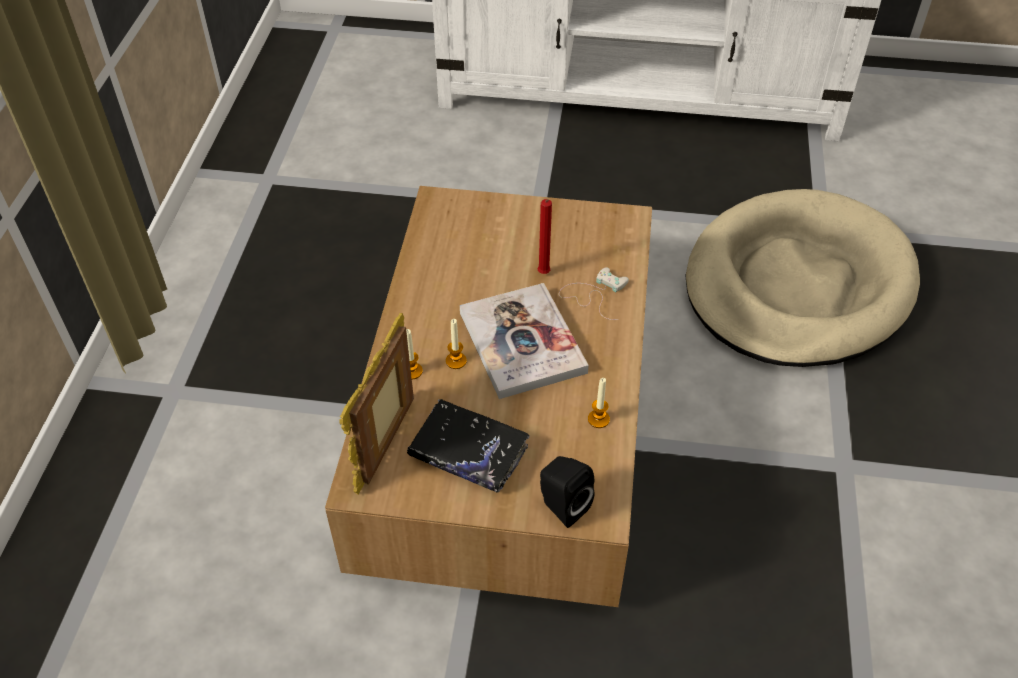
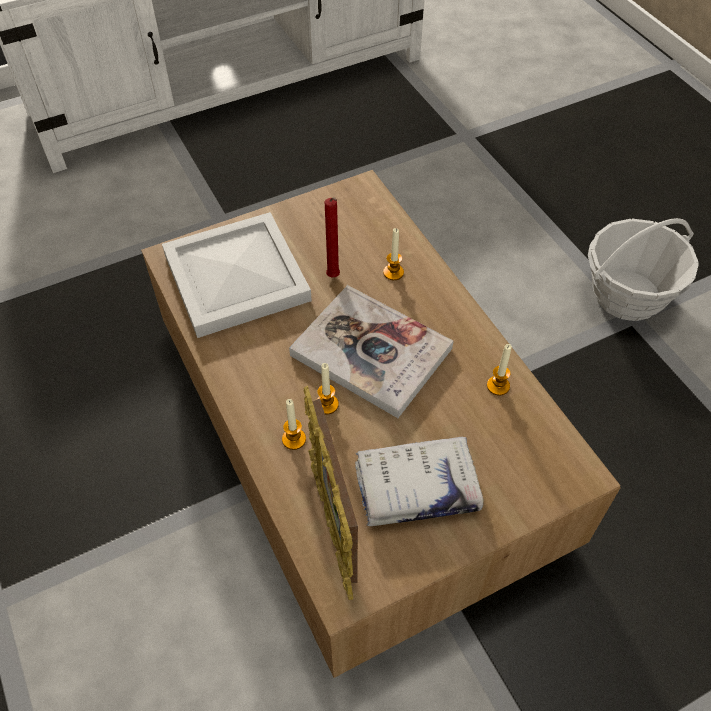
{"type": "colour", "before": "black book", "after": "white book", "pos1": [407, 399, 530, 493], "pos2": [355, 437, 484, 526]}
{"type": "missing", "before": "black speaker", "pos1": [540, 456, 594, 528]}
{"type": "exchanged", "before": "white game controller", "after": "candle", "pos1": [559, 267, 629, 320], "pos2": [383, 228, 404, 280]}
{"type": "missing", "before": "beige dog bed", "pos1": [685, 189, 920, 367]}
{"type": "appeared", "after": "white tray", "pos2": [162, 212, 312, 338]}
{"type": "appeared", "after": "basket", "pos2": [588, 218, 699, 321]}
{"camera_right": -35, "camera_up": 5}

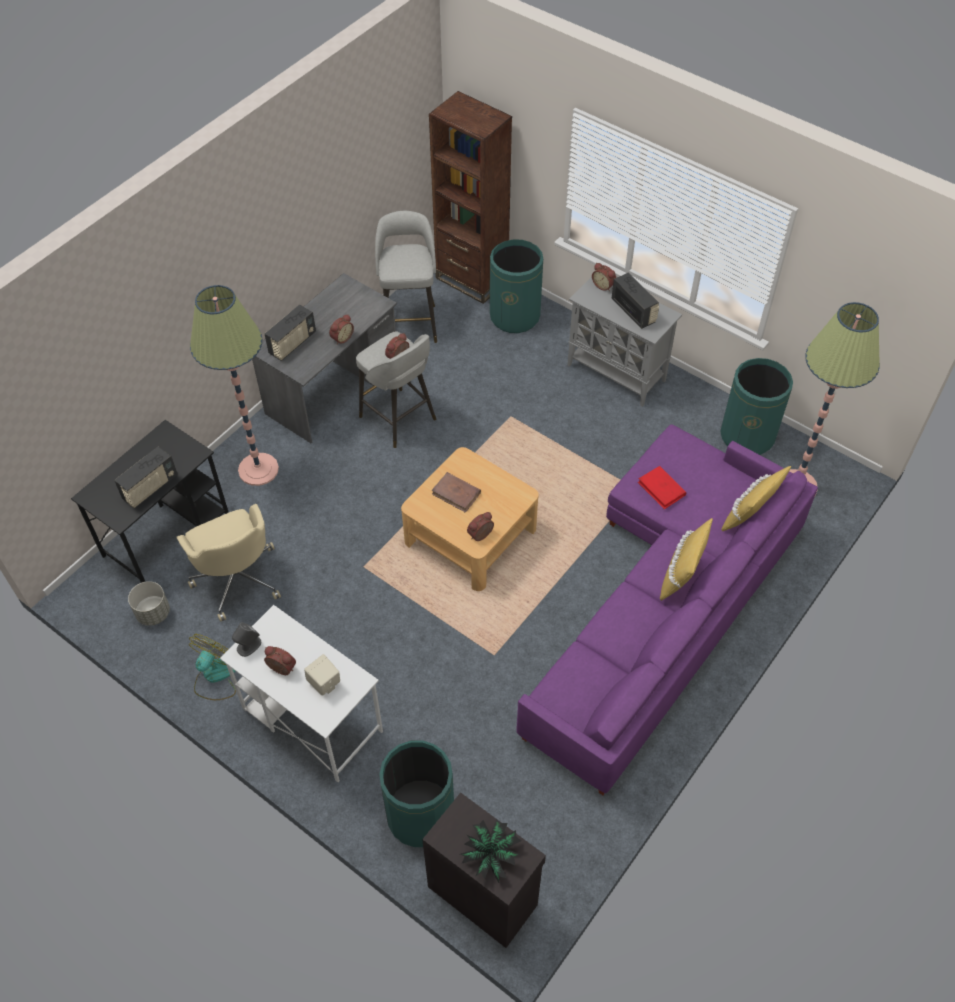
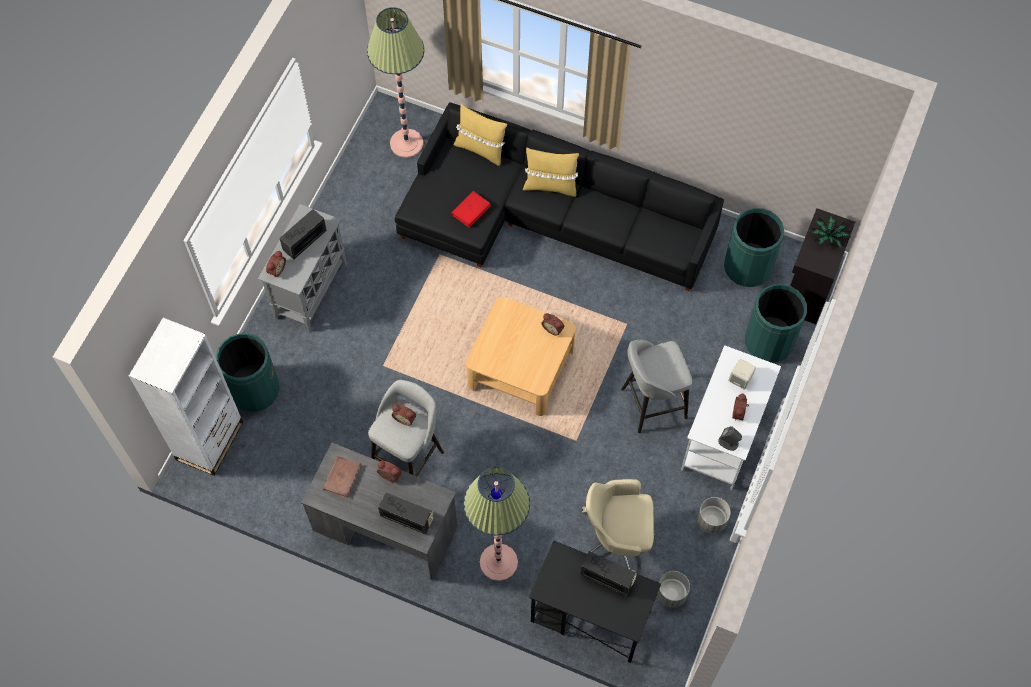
{"type": "spun", "before": "beige office chair", "pos1": [177, 504, 281, 622], "pos2": [582, 479, 655, 572], "turn": -135}
{"type": "exchanged", "before": "fan", "after": "grey planter", "pos1": [189, 634, 236, 700], "pos2": [698, 497, 730, 533]}
{"type": "relocated", "before": "grey stool", "pos1": [375, 211, 437, 343], "pos2": [621, 340, 692, 433]}
{"type": "colour", "before": "brown bookcase", "after": "white bookcase", "pos1": [429, 91, 512, 304], "pos2": [129, 318, 243, 476]}
{"type": "relocated", "before": "brown book", "pos1": [432, 472, 481, 513], "pos2": [323, 456, 362, 498]}
{"type": "colour", "before": "purple sofa", "after": "black sofa", "pos1": [517, 424, 818, 795], "pos2": [395, 102, 724, 291]}
{"type": "relocated", "before": "green trash can", "pos1": [720, 358, 793, 455], "pos2": [724, 208, 784, 287]}
{"camera_right": -105, "camera_up": 10}

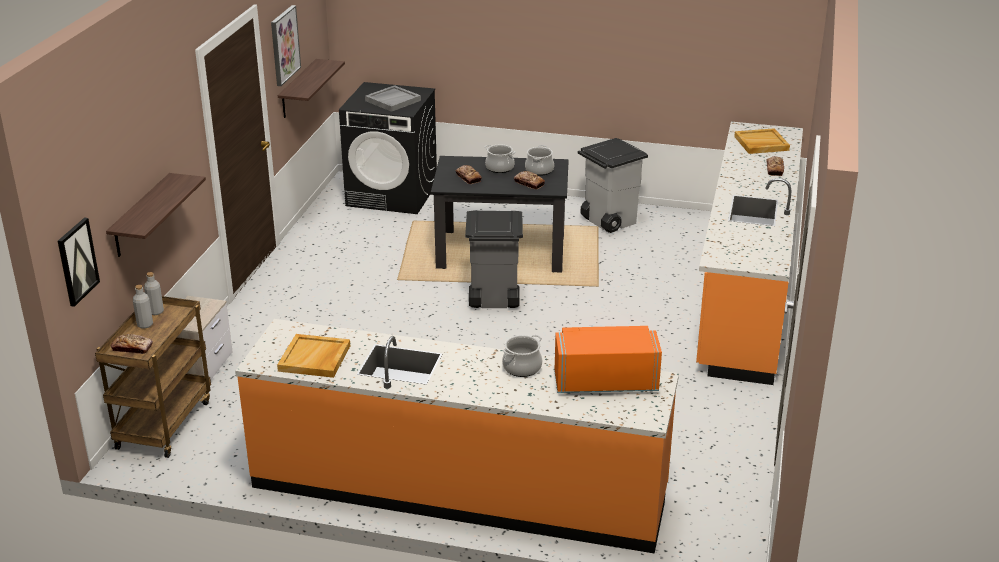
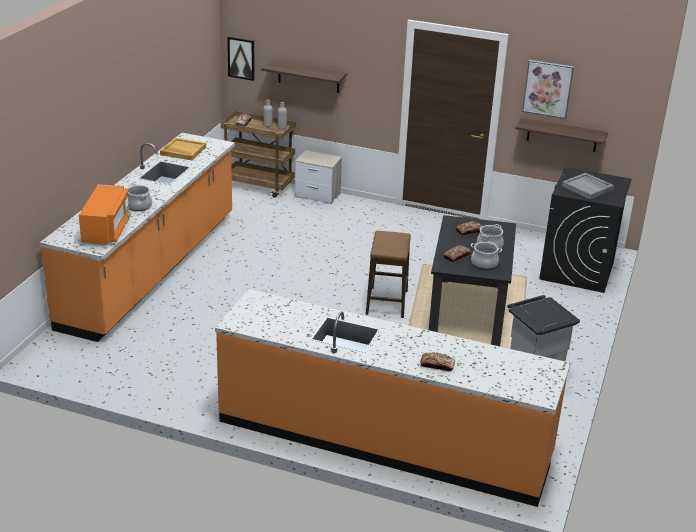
{"type": "exchanged", "before": "grey trash can", "after": "stool", "pos1": [465, 211, 523, 308], "pos2": [366, 231, 411, 318]}
{"type": "missing", "before": "beige tray", "pos1": [734, 128, 790, 154]}
{"camera_right": 95, "camera_up": 0}

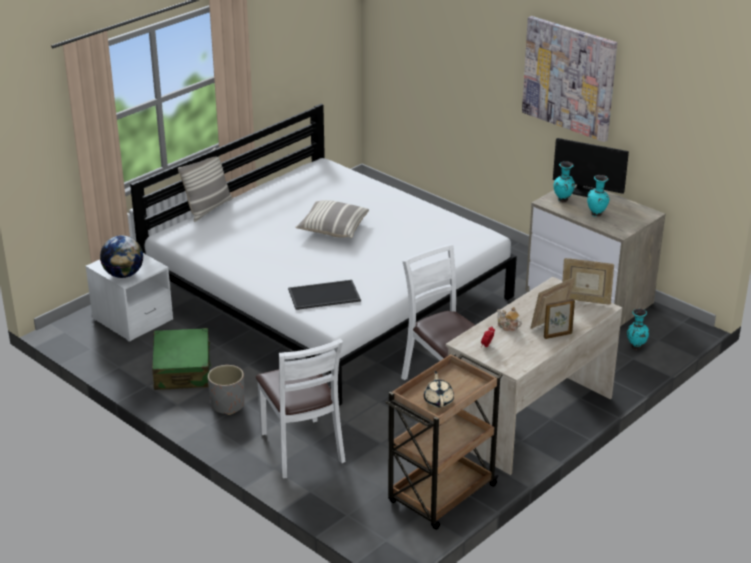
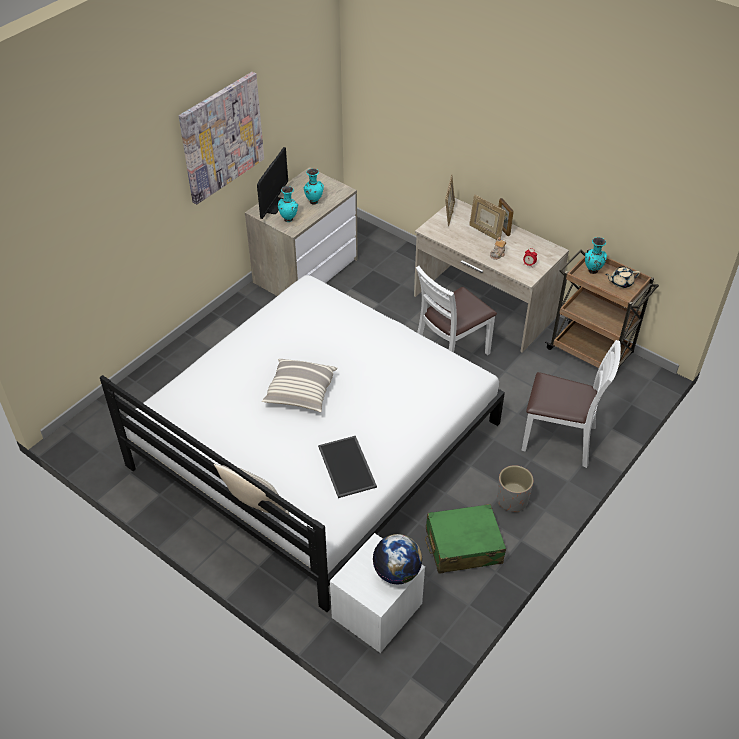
{"type": "spun", "before": "white chair", "pos1": [256, 339, 345, 478], "pos2": [522, 340, 621, 468], "turn": 45}
{"type": "relocated", "before": "tray", "pos1": [288, 280, 361, 310], "pos2": [318, 436, 377, 498]}
{"type": "relocated", "before": "turquoise vase", "pos1": [627, 309, 649, 350], "pos2": [585, 237, 607, 274]}
{"camera_right": -95, "camera_up": 15}

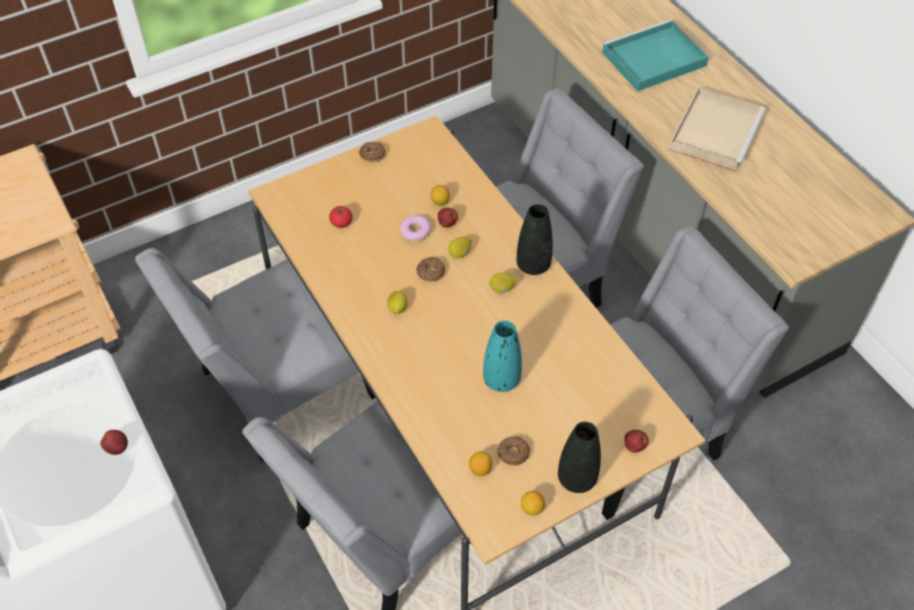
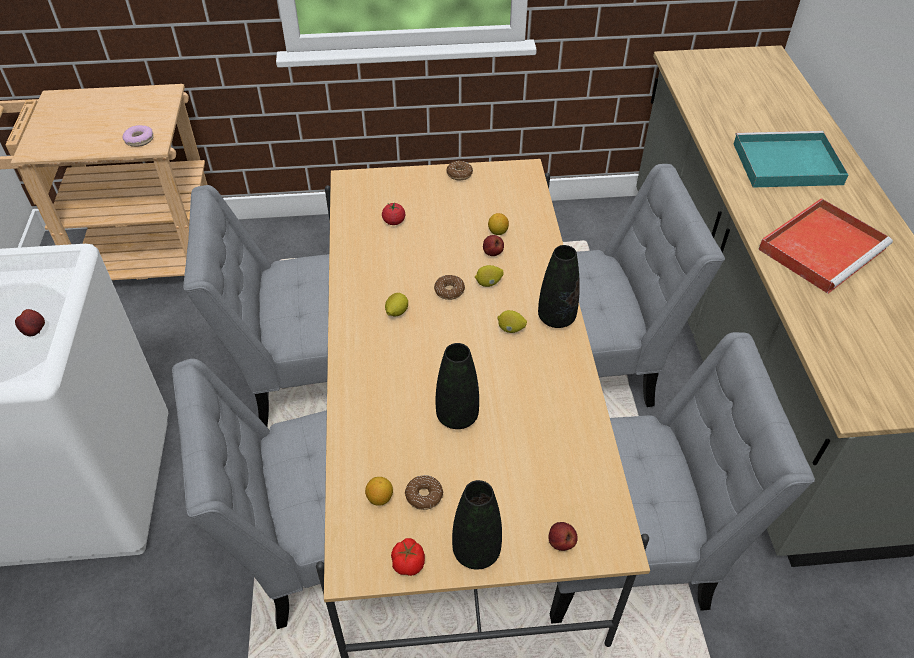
{"type": "relocated", "before": "donut", "pos1": [400, 215, 431, 242], "pos2": [122, 125, 154, 147]}
{"type": "colour", "before": "turquoise vase", "after": "black vase", "pos1": [483, 320, 522, 392], "pos2": [436, 343, 479, 429]}
{"type": "exchanged", "before": "lemon", "after": "tomato", "pos1": [521, 491, 545, 516], "pos2": [391, 538, 425, 576]}
{"type": "colour", "before": "beige tray", "after": "red tray", "pos1": [668, 87, 766, 172], "pos2": [758, 198, 893, 294]}
{"camera_right": 25, "camera_up": -5}

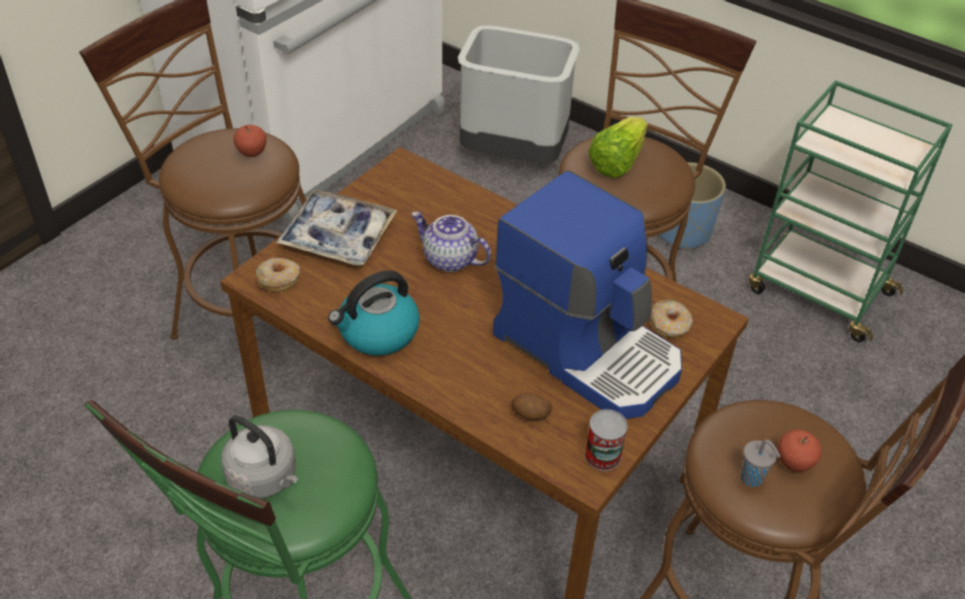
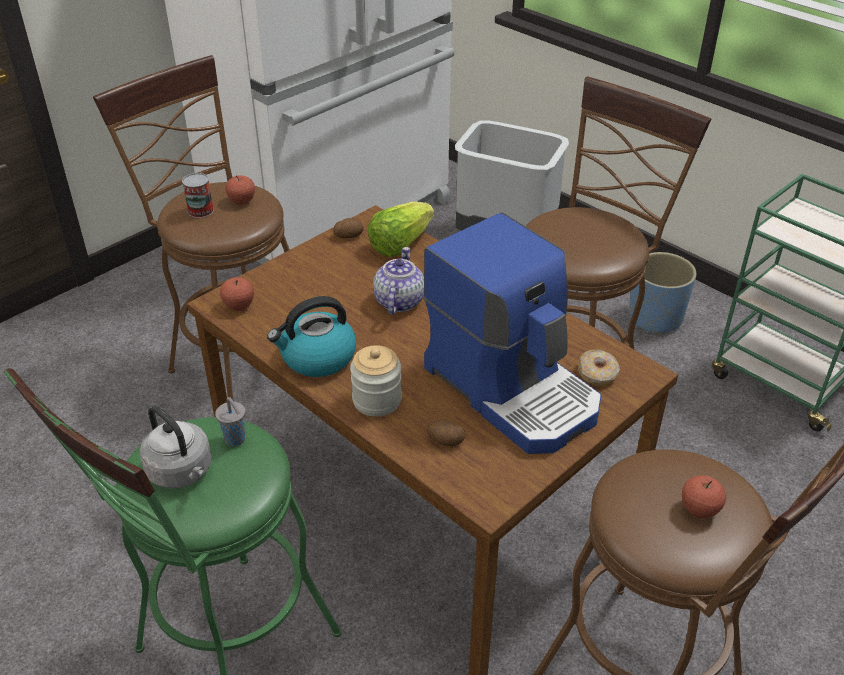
{"type": "exchanged", "before": "donut", "after": "apple", "pos1": [255, 258, 300, 292], "pos2": [220, 277, 254, 311]}
{"type": "missing", "before": "tray", "pos1": [276, 190, 397, 266]}
{"type": "spun", "before": "teapot", "pos1": [411, 211, 491, 272], "pos2": [373, 247, 424, 315], "turn": 60}
{"type": "relocated", "before": "can", "pos1": [585, 409, 628, 471], "pos2": [182, 173, 214, 218]}
{"type": "relocated", "before": "lettuce", "pos1": [588, 117, 648, 178], "pos2": [368, 202, 434, 257]}
{"type": "relocated", "before": "grey cup", "pos1": [741, 440, 781, 487], "pos2": [215, 397, 246, 446]}
{"type": "appeared", "after": "potato", "pos2": [333, 218, 364, 238]}
{"type": "appeared", "after": "jar", "pos2": [350, 345, 402, 417]}
{"camera_right": 10, "camera_up": -5}

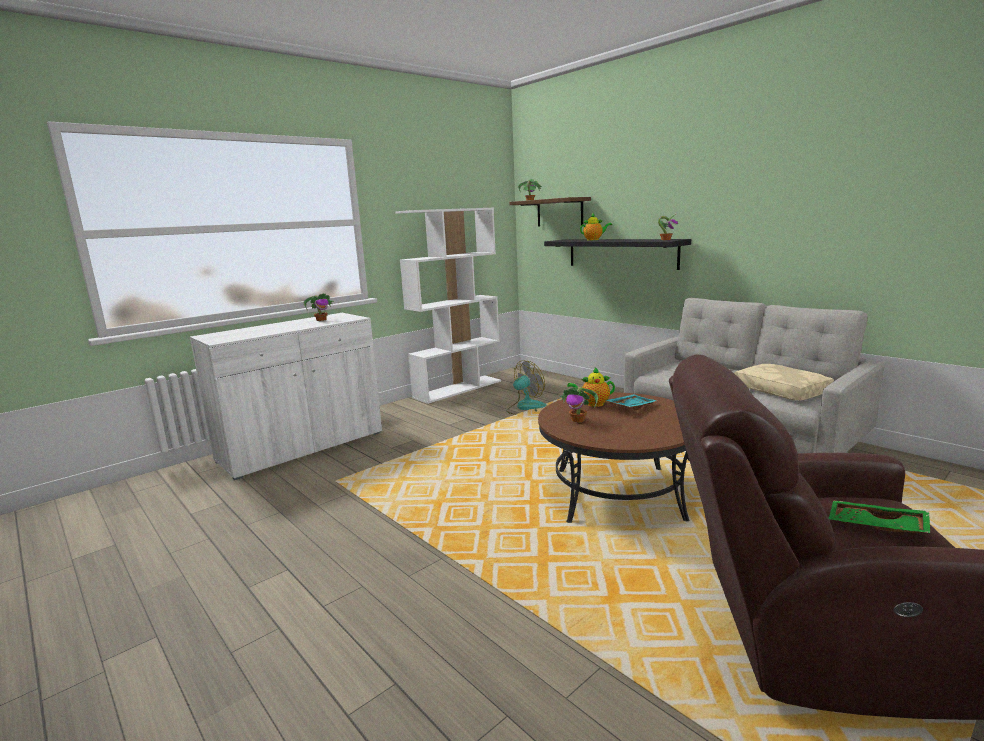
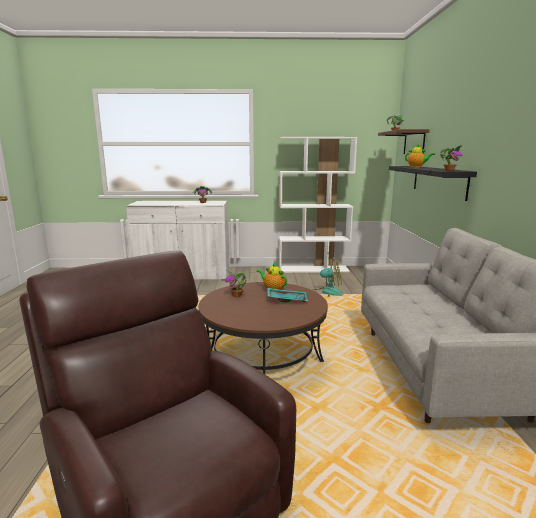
{"type": "missing", "before": "beige pillow", "pos1": [734, 364, 834, 401]}
{"type": "missing", "before": "green tray", "pos1": [829, 501, 930, 534]}
{"camera_right": 40, "camera_up": 0}

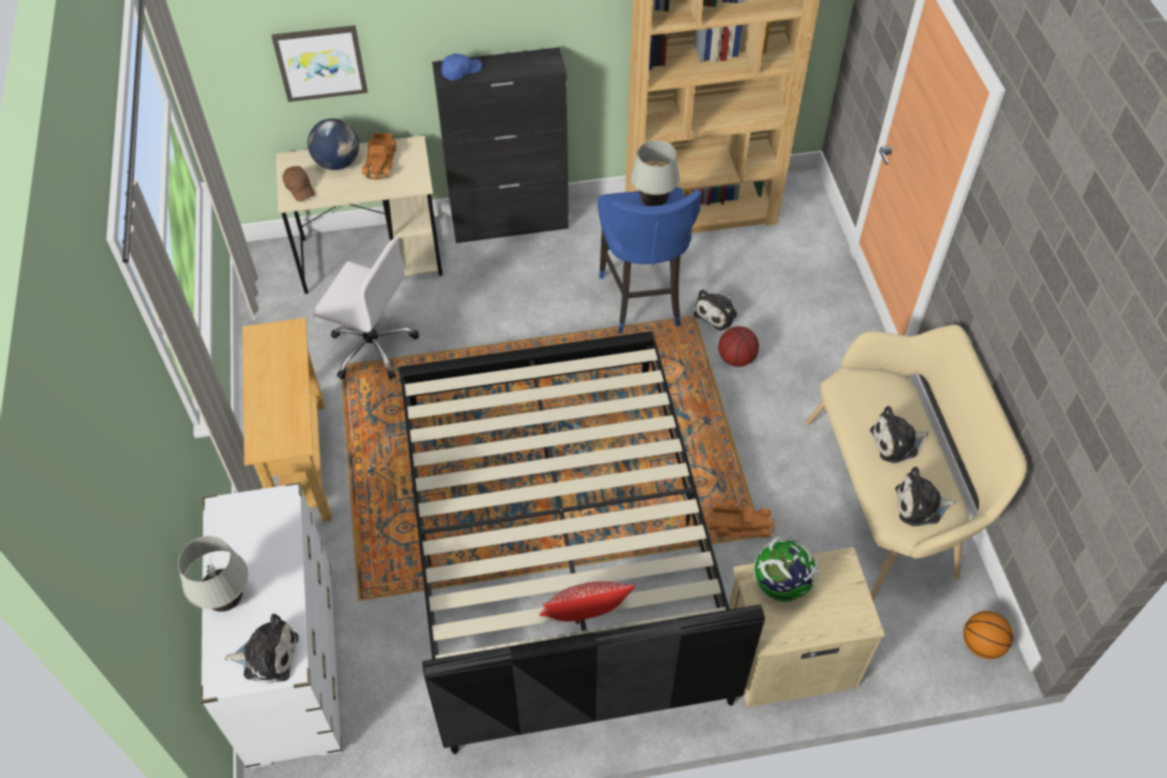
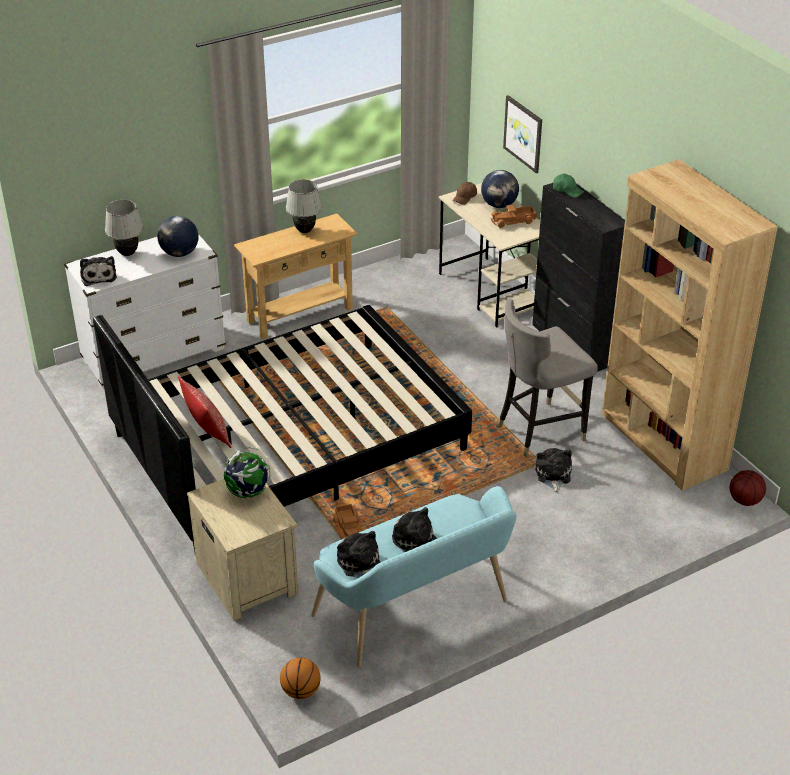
{"type": "missing", "before": "white office chair", "pos1": [313, 237, 419, 380]}
{"type": "colour", "before": "blue cap", "after": "green cap", "pos1": [441, 54, 482, 80], "pos2": [553, 174, 584, 198]}
{"type": "colour", "before": "blue stool", "after": "grey stool", "pos1": [598, 187, 702, 333], "pos2": [498, 299, 598, 457]}
{"type": "relocated", "before": "white table lamp", "pos1": [631, 140, 680, 206], "pos2": [286, 179, 322, 233]}
{"type": "spun", "before": "plush toy", "pos1": [694, 290, 737, 331], "pos2": [535, 448, 572, 493], "turn": 75}
{"type": "relocated", "before": "basketball", "pos1": [718, 326, 759, 367], "pos2": [730, 470, 766, 506]}
{"type": "colour", "before": "beige bench", "after": "turquoise bench", "pos1": [806, 325, 1027, 600], "pos2": [311, 486, 517, 667]}
{"type": "appeared", "after": "globe", "pos2": [157, 216, 199, 257]}
{"camera_right": 70, "camera_up": -15}

